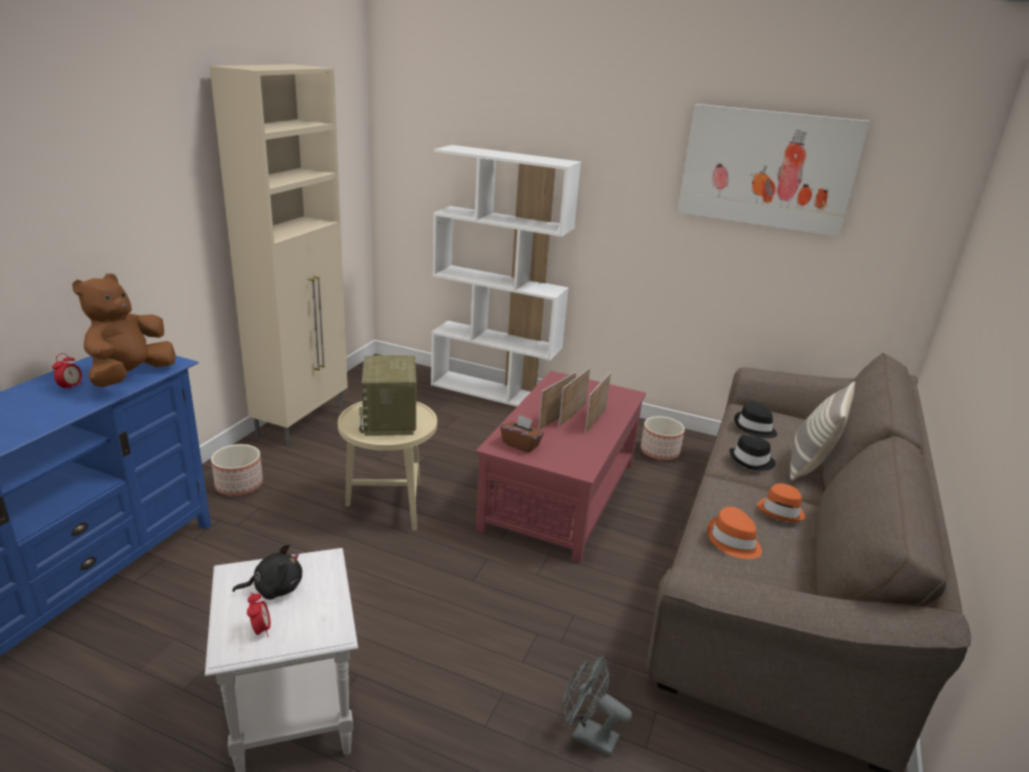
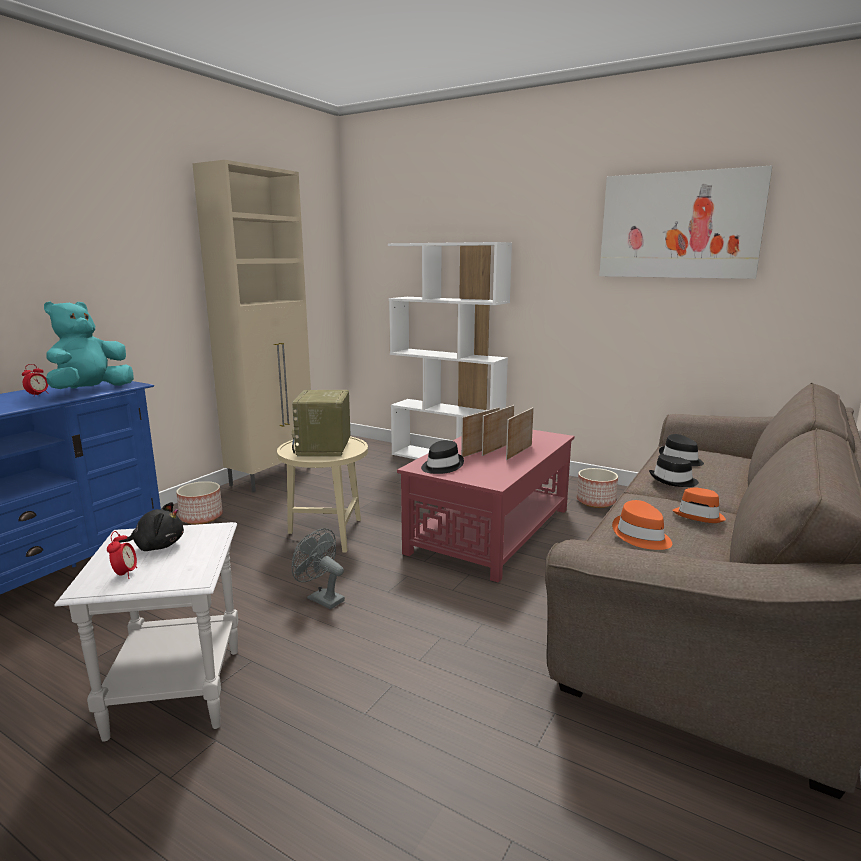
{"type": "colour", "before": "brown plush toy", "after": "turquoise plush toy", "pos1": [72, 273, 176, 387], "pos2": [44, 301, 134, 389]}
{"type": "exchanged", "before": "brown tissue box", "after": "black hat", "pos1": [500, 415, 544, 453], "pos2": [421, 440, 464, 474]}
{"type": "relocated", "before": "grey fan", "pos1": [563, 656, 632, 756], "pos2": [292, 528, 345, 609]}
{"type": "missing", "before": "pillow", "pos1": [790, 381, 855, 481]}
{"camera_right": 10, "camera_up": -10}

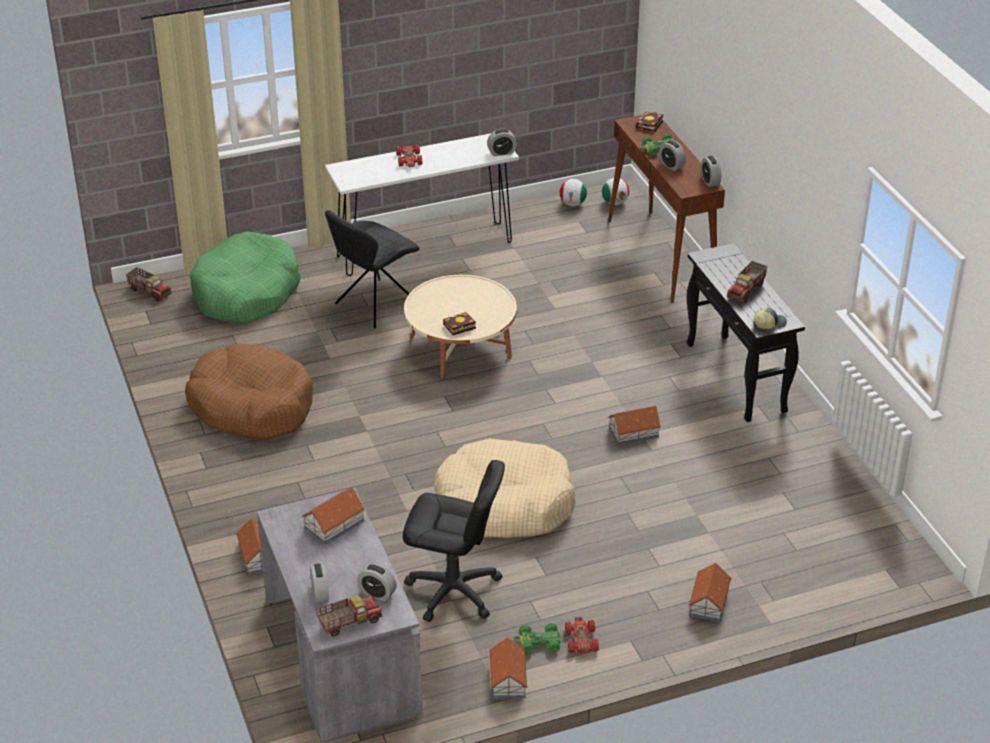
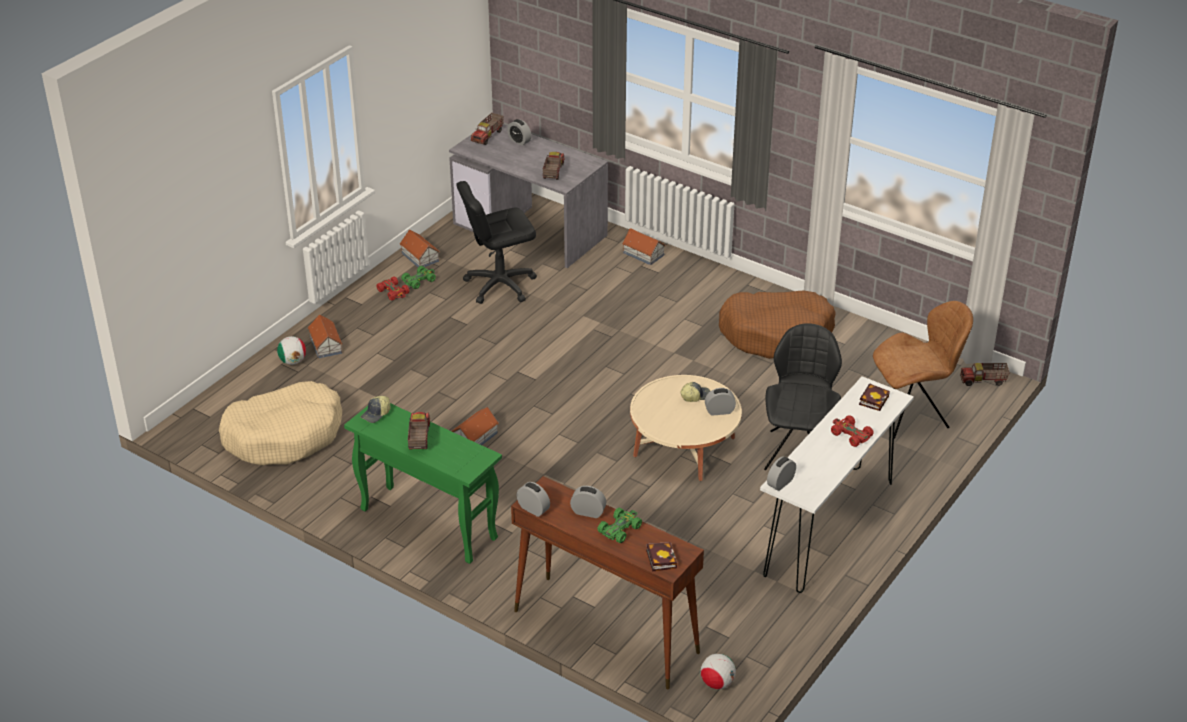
{"type": "exchanged", "before": "green dog bed", "after": "brown chair", "pos1": [190, 231, 300, 323], "pos2": [873, 301, 973, 439]}
{"type": "exchanged", "before": "toy house", "after": "toy truck", "pos1": [302, 488, 365, 545], "pos2": [542, 152, 564, 180]}
{"type": "relocated", "before": "alarm clock", "pos1": [357, 563, 397, 601], "pos2": [705, 388, 736, 416]}
{"type": "relocated", "before": "beige dog bed", "pos1": [433, 439, 575, 538], "pos2": [219, 381, 342, 465]}
{"type": "relocated", "before": "book", "pos1": [443, 312, 476, 335], "pos2": [859, 383, 890, 411]}
{"type": "relocated", "before": "football", "pos1": [560, 179, 587, 206], "pos2": [277, 336, 306, 365]}
{"type": "colour", "before": "black console table", "after": "green console table", "pos1": [687, 243, 805, 422], "pos2": [344, 403, 502, 564]}
{"type": "appeared", "after": "cap", "pos2": [680, 382, 710, 402]}
{"camera_right": 145, "camera_up": 0}

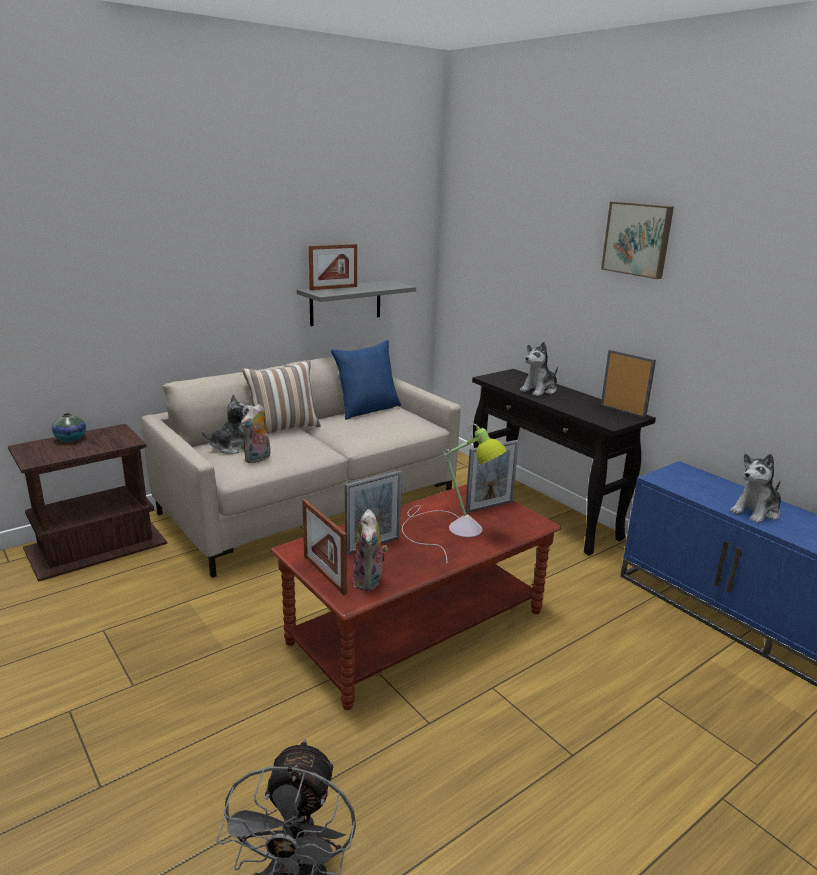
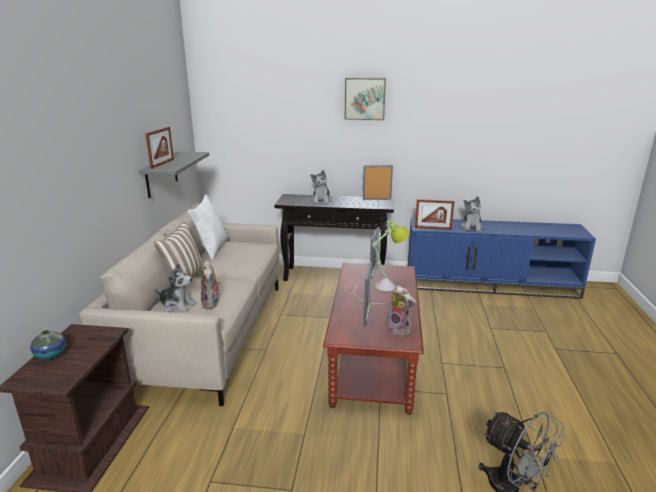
{"type": "spun", "before": "plush toy", "pos1": [202, 394, 252, 454], "pos2": [155, 263, 197, 312], "turn": 90}
{"type": "relocated", "before": "picture frame", "pos1": [302, 499, 347, 595], "pos2": [415, 199, 454, 230]}
{"type": "colour", "before": "blue pillow", "after": "white pillow", "pos1": [331, 340, 401, 420], "pos2": [188, 195, 228, 259]}
{"camera_right": -45, "camera_up": 0}

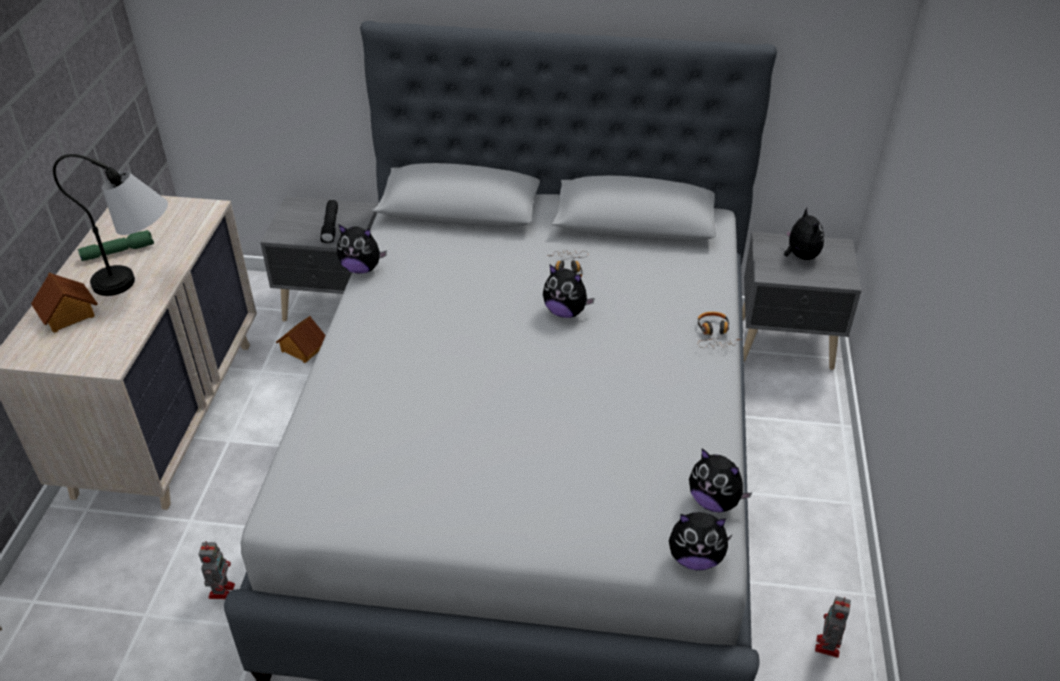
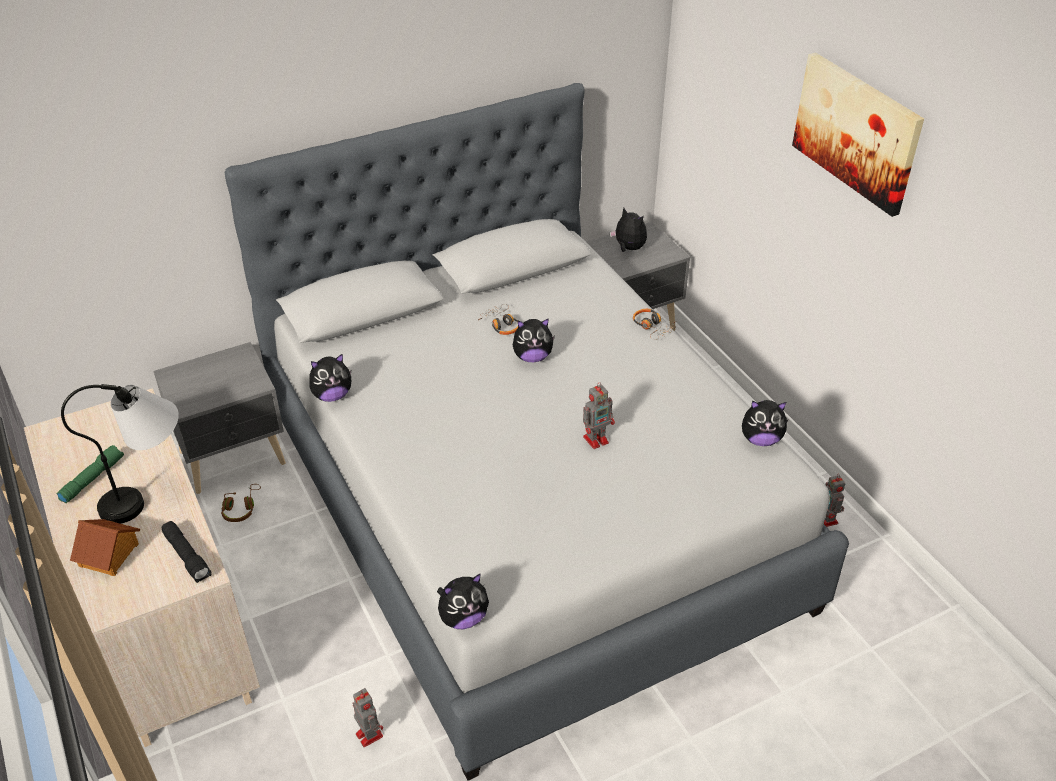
{"type": "exchanged", "before": "toy house", "after": "brown headphones", "pos1": [276, 316, 326, 363], "pos2": [221, 484, 261, 522]}
{"type": "relocated", "before": "black flashlight", "pos1": [320, 200, 338, 243], "pos2": [162, 521, 212, 583]}
{"type": "relocated", "before": "plush toy", "pos1": [669, 512, 732, 570], "pos2": [437, 573, 489, 629]}
{"type": "appeared", "after": "toy robot", "pos2": [583, 382, 615, 449]}
{"type": "appeared", "after": "picture", "pos2": [792, 53, 924, 217]}
{"camera_right": -35, "camera_up": 0}

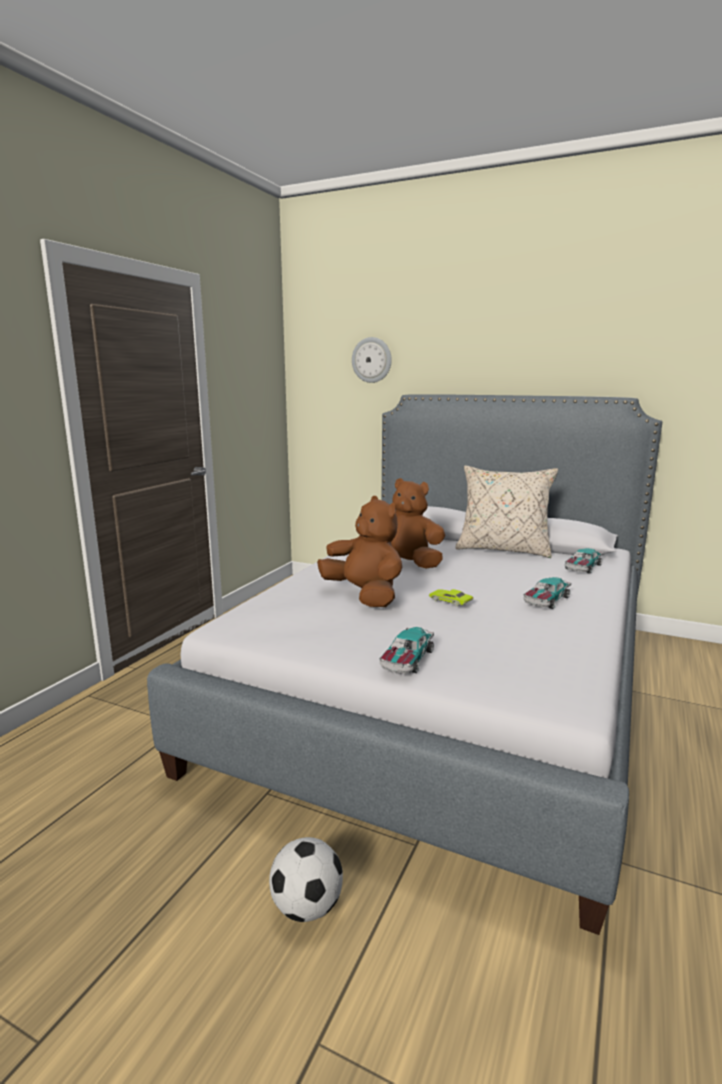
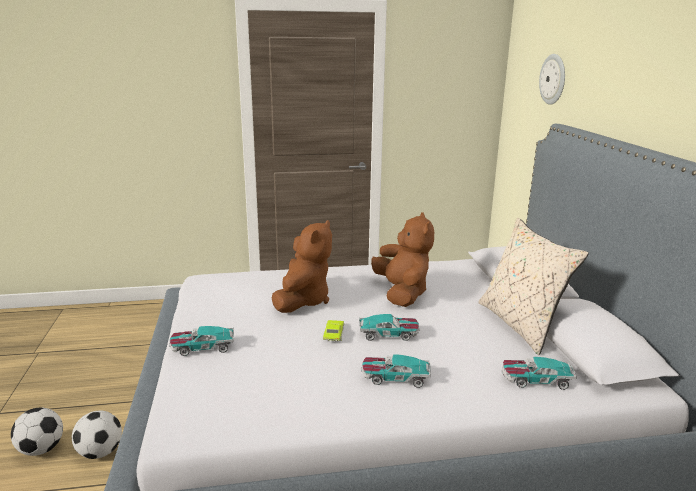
{"type": "appeared", "after": "football", "pos2": [11, 407, 63, 456]}
{"type": "appeared", "after": "toy car", "pos2": [359, 314, 419, 341]}
{"camera_right": 55, "camera_up": 5}

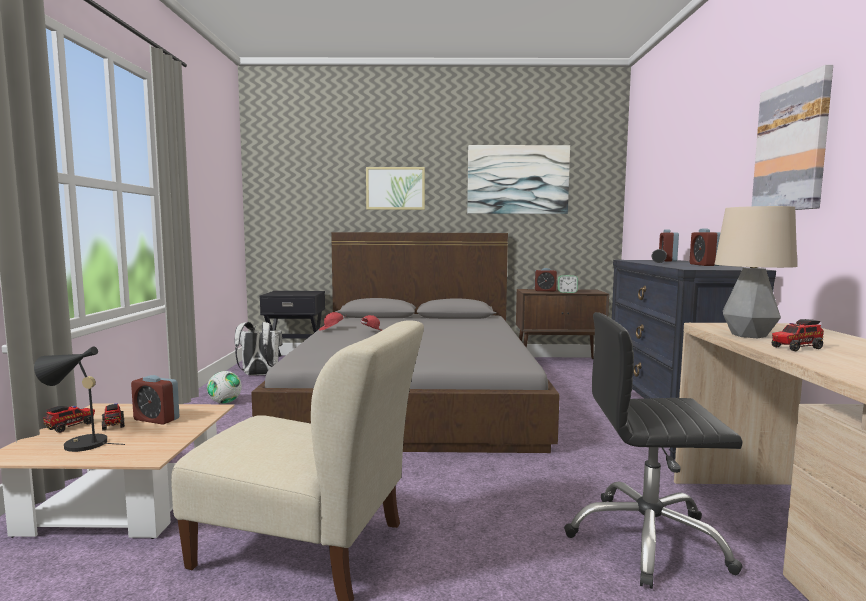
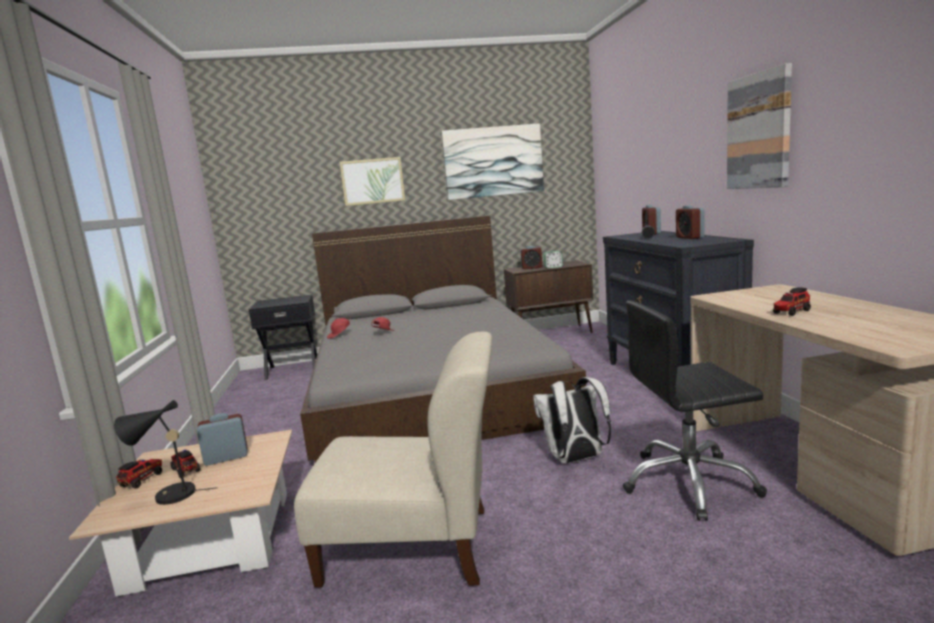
{"type": "spun", "before": "alarm clock", "pos1": [131, 375, 179, 425], "pos2": [197, 413, 248, 466], "turn": 150}
{"type": "missing", "before": "football", "pos1": [207, 371, 242, 404]}
{"type": "relocated", "before": "white backpack", "pos1": [235, 322, 283, 375], "pos2": [533, 377, 611, 464]}
{"type": "missing", "before": "table lamp", "pos1": [715, 206, 797, 338]}
{"camera_right": -10, "camera_up": 5}

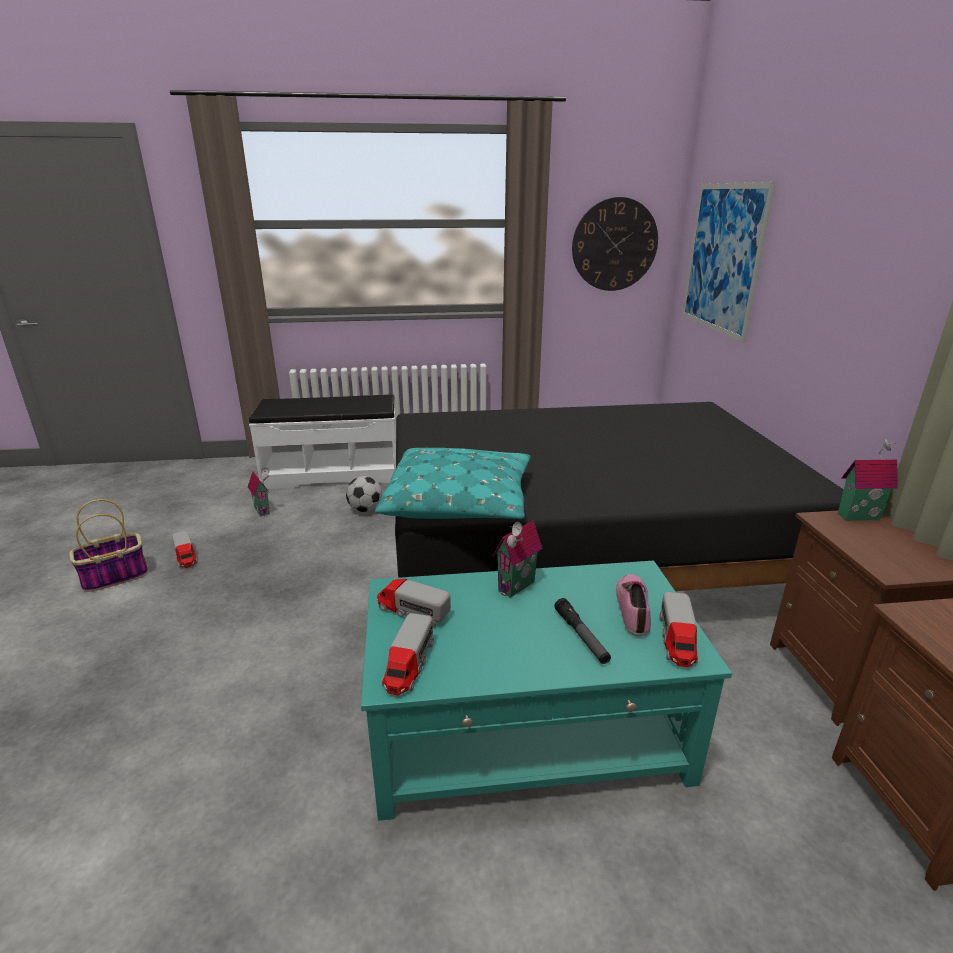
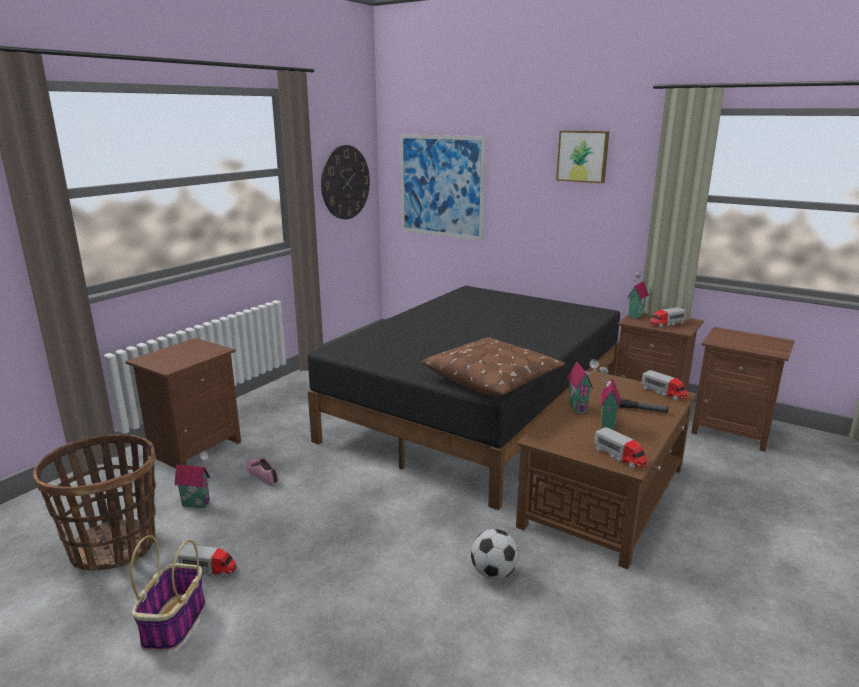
{"type": "exchanged", "before": "white bench", "after": "brown nightstand", "pos1": [249, 394, 396, 489], "pos2": [125, 338, 241, 468]}
{"type": "relocated", "before": "football", "pos1": [346, 476, 382, 512], "pos2": [471, 529, 519, 580]}
{"type": "colour", "before": "turquoise coffee table", "after": "brown coffee table", "pos1": [361, 561, 732, 821], "pos2": [516, 371, 696, 569]}
{"type": "colour", "before": "turquoise pillow", "after": "brown pillow", "pos1": [375, 448, 531, 519], "pos2": [421, 337, 565, 395]}
{"type": "relocated", "before": "toy truck", "pos1": [377, 579, 451, 627], "pos2": [650, 307, 686, 328]}
{"type": "relocated", "before": "shoe", "pos1": [616, 574, 651, 637], "pos2": [246, 458, 279, 486]}
{"type": "appeared", "after": "basket", "pos2": [33, 434, 156, 571]}
{"type": "appeared", "after": "picture", "pos2": [556, 130, 609, 183]}
{"type": "appeared", "after": "toy house", "pos2": [600, 367, 620, 430]}
{"camera_right": -50, "camera_up": -5}

